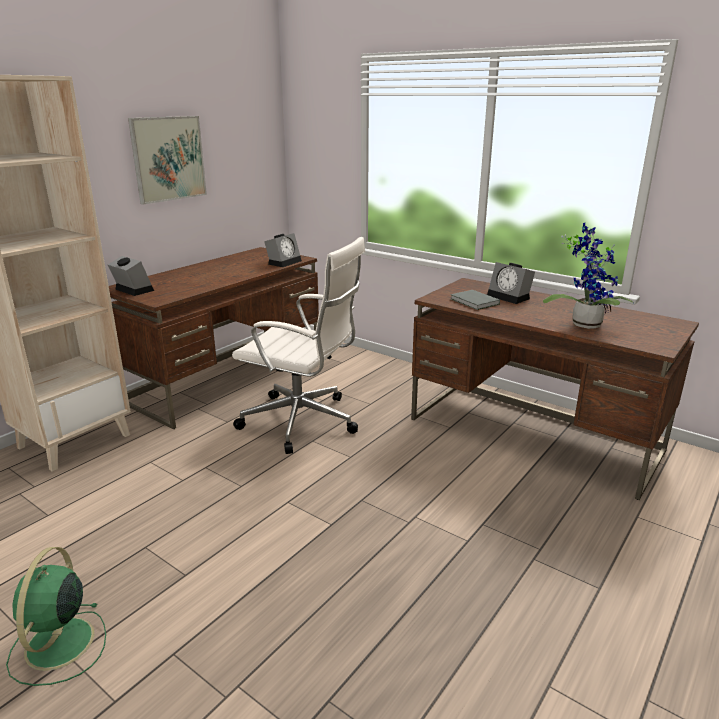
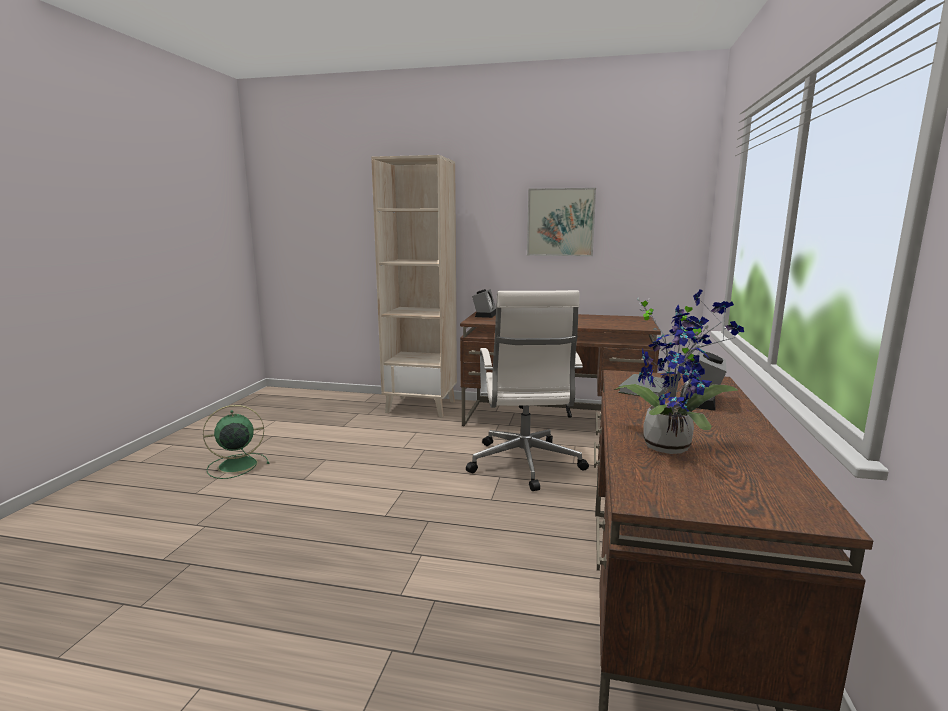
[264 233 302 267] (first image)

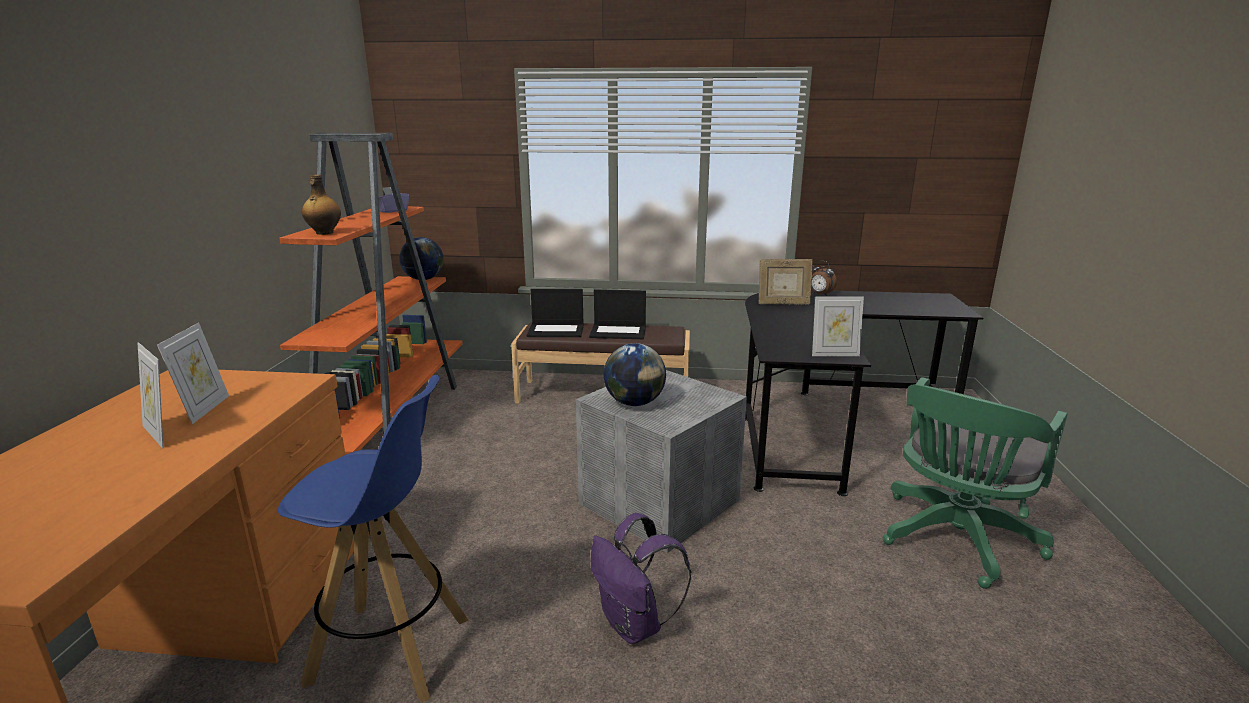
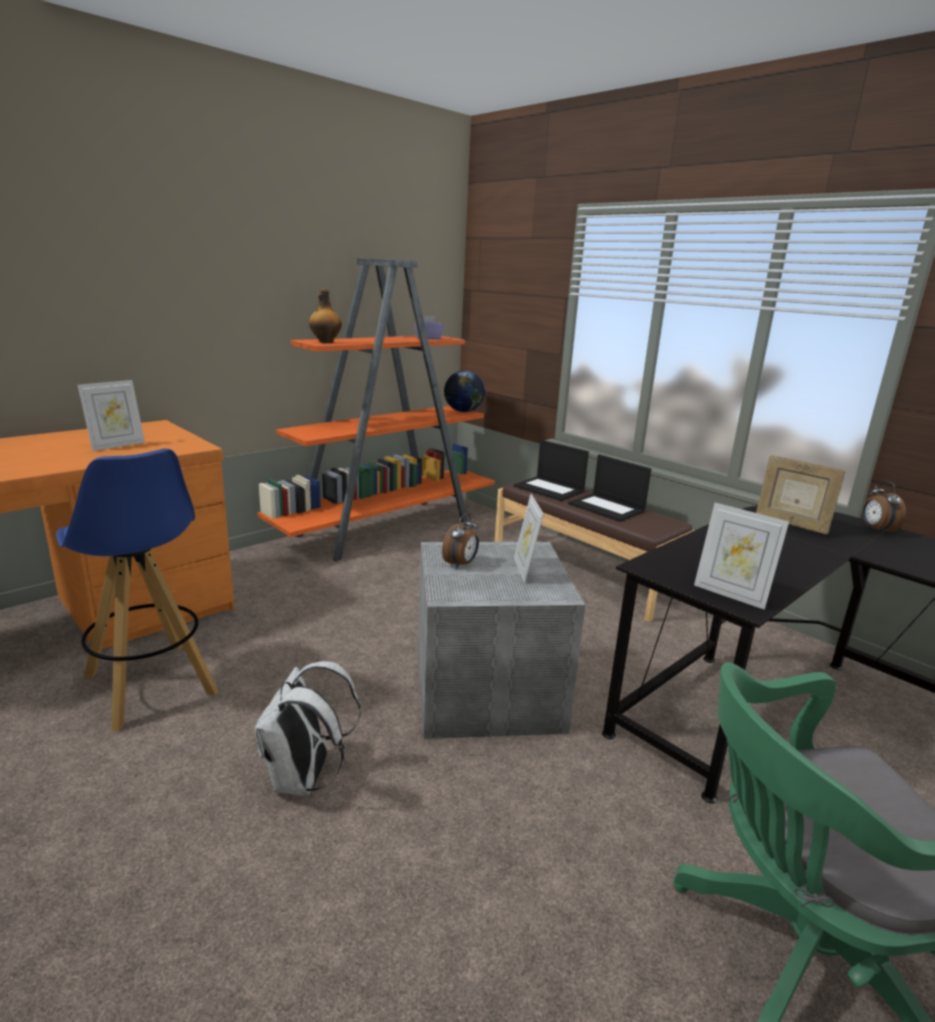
[255 661 360 796]
[442 513 479 569]
[514 494 544 584]

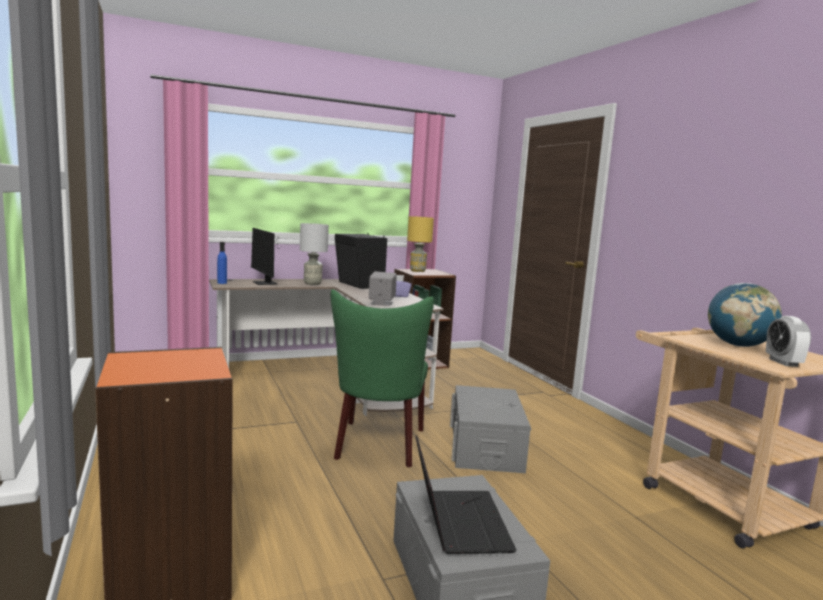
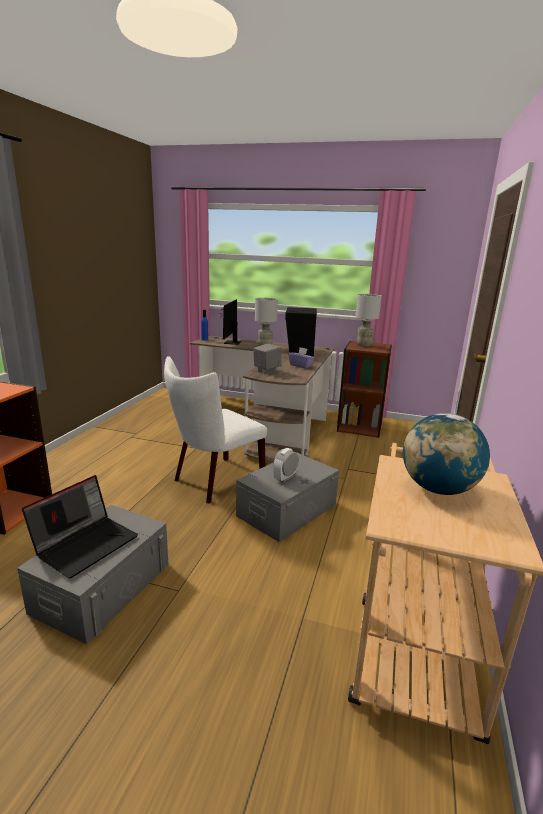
[164 356 267 504]
[273 448 299 483]
[355 294 382 347]

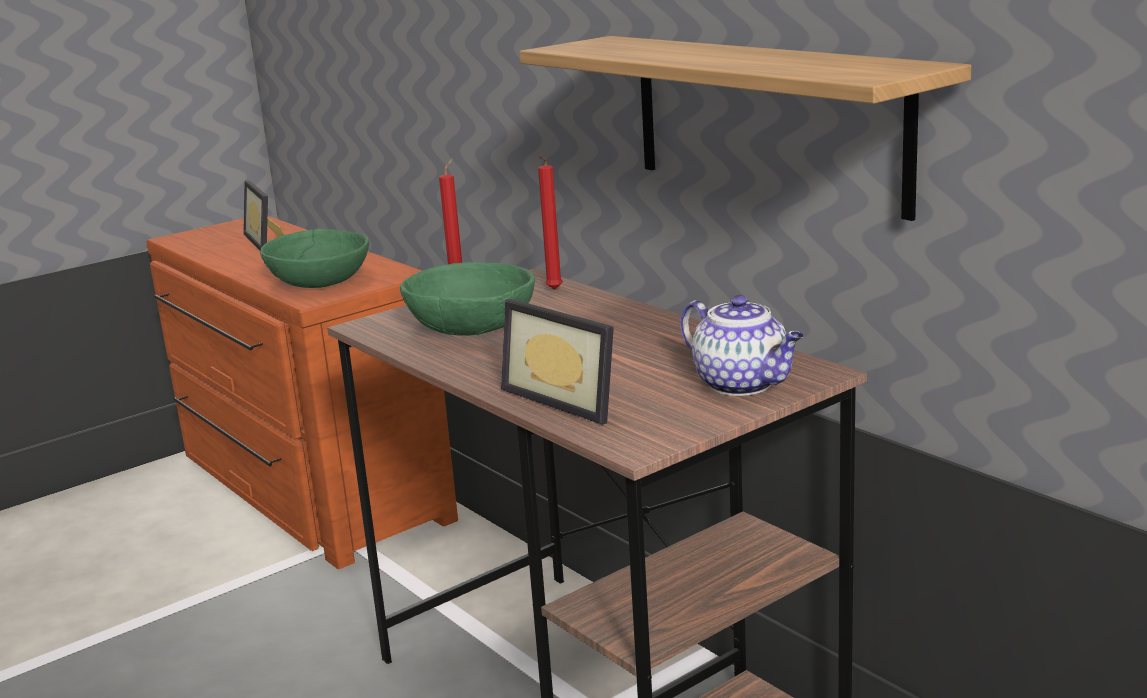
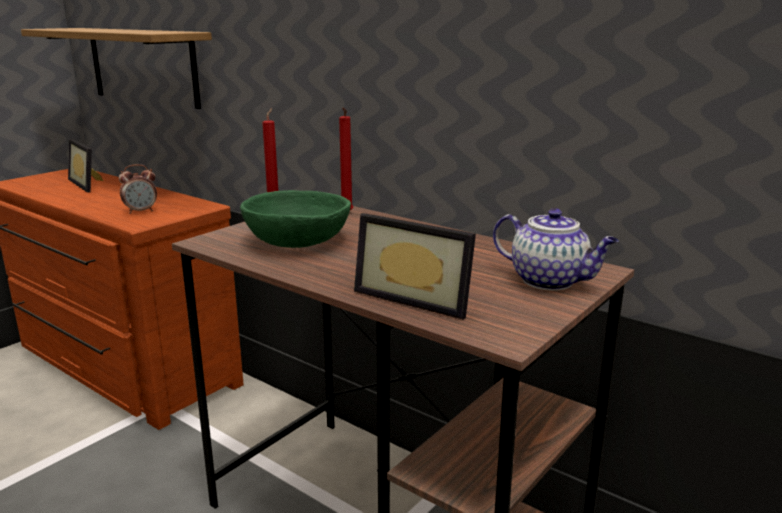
[21 28 212 109]
[119 164 157 214]

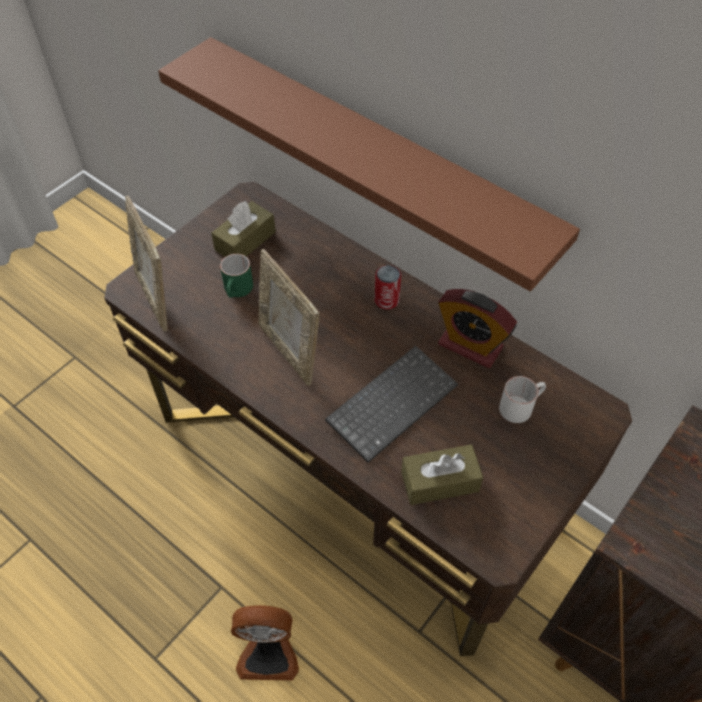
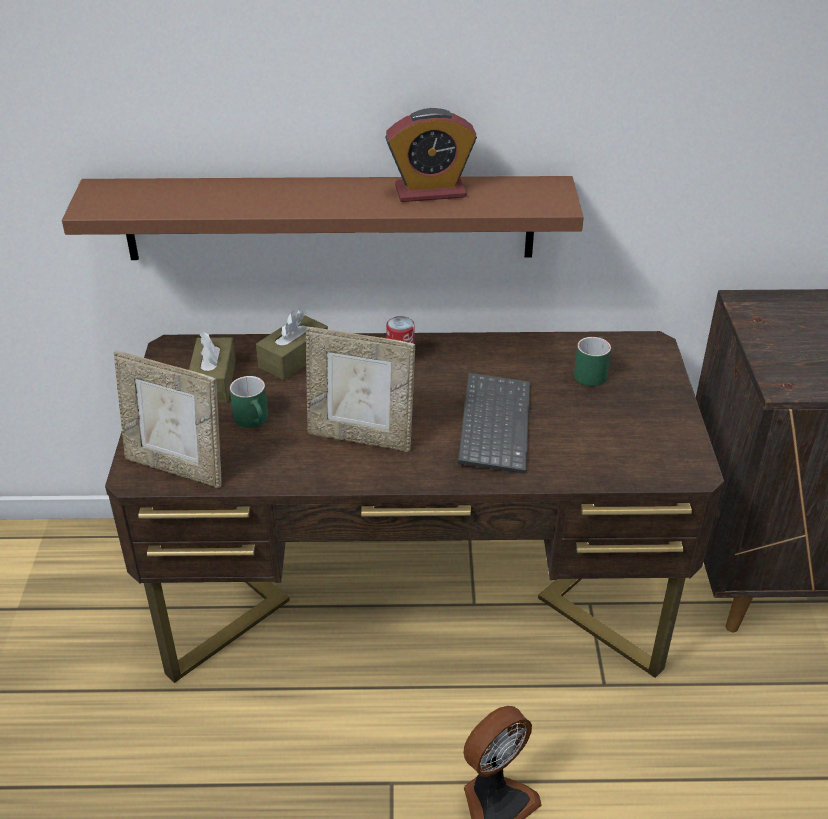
[256 310 328 380]
[385 108 477 202]
[574 336 611 386]

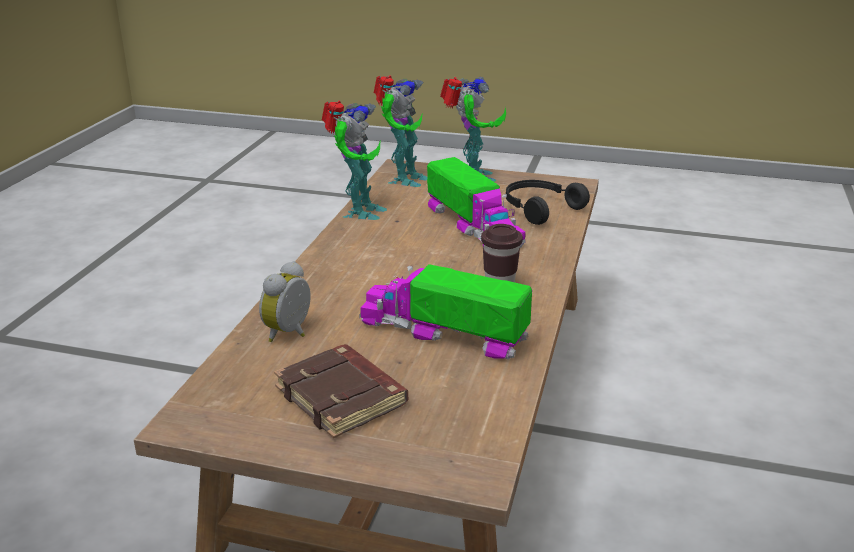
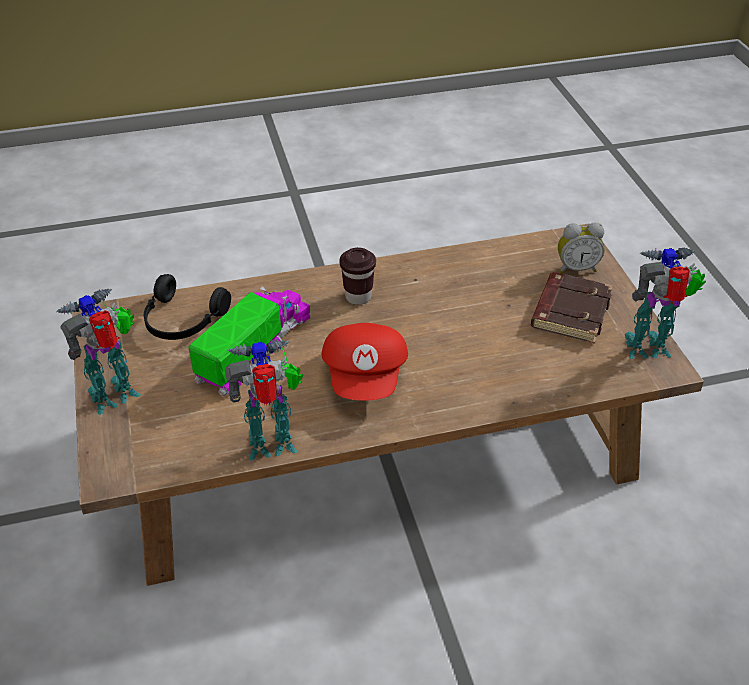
[322 323 408 401]
[558 223 604 273]
[625 247 706 359]
[359 264 532 359] (first image)

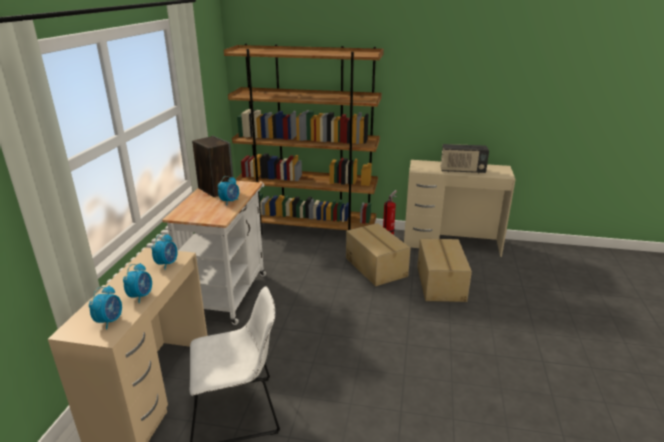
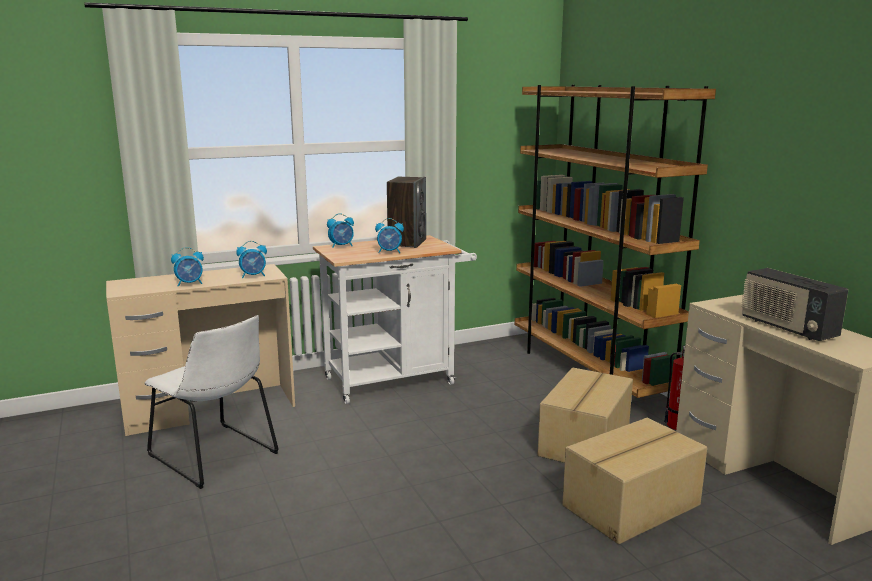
[327 213 354 248]

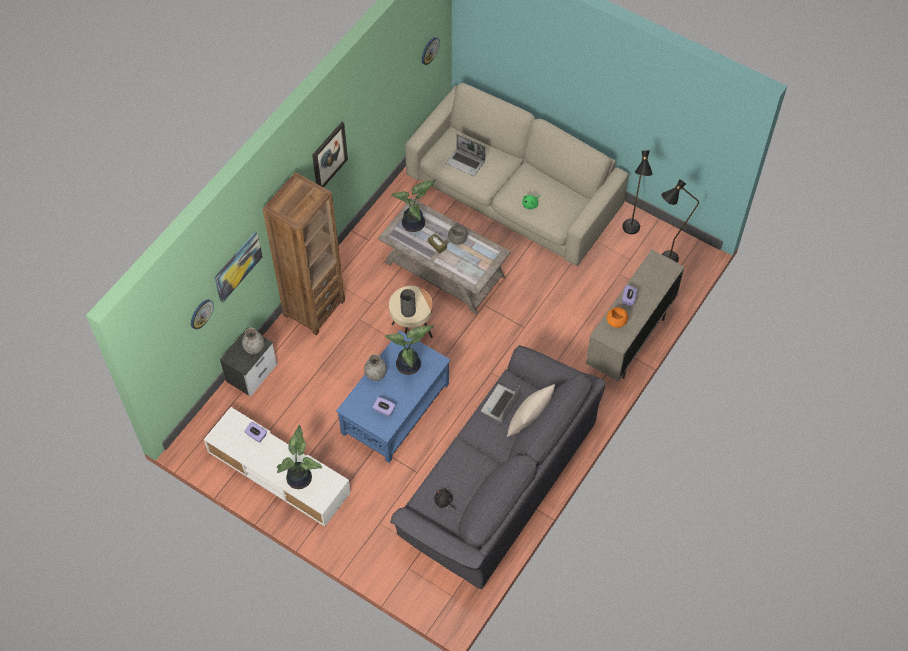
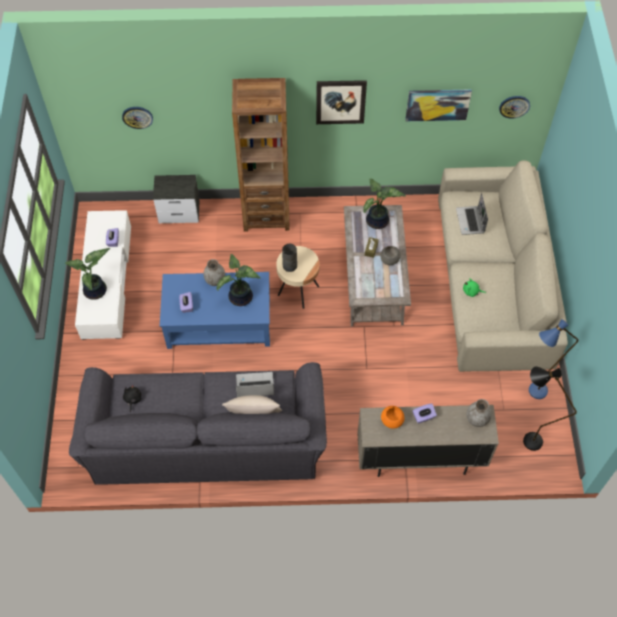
[405 89 472 121]
[467 399 492 427]
[529 319 578 399]

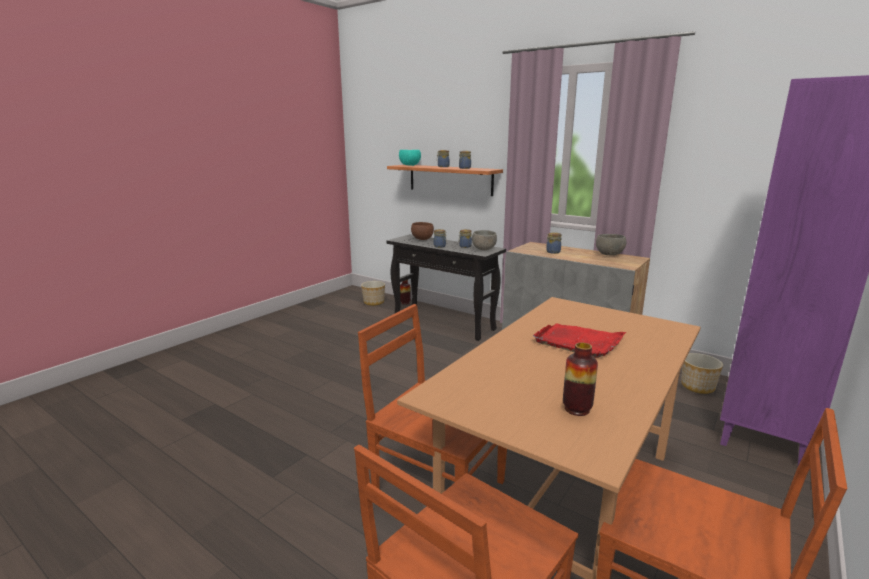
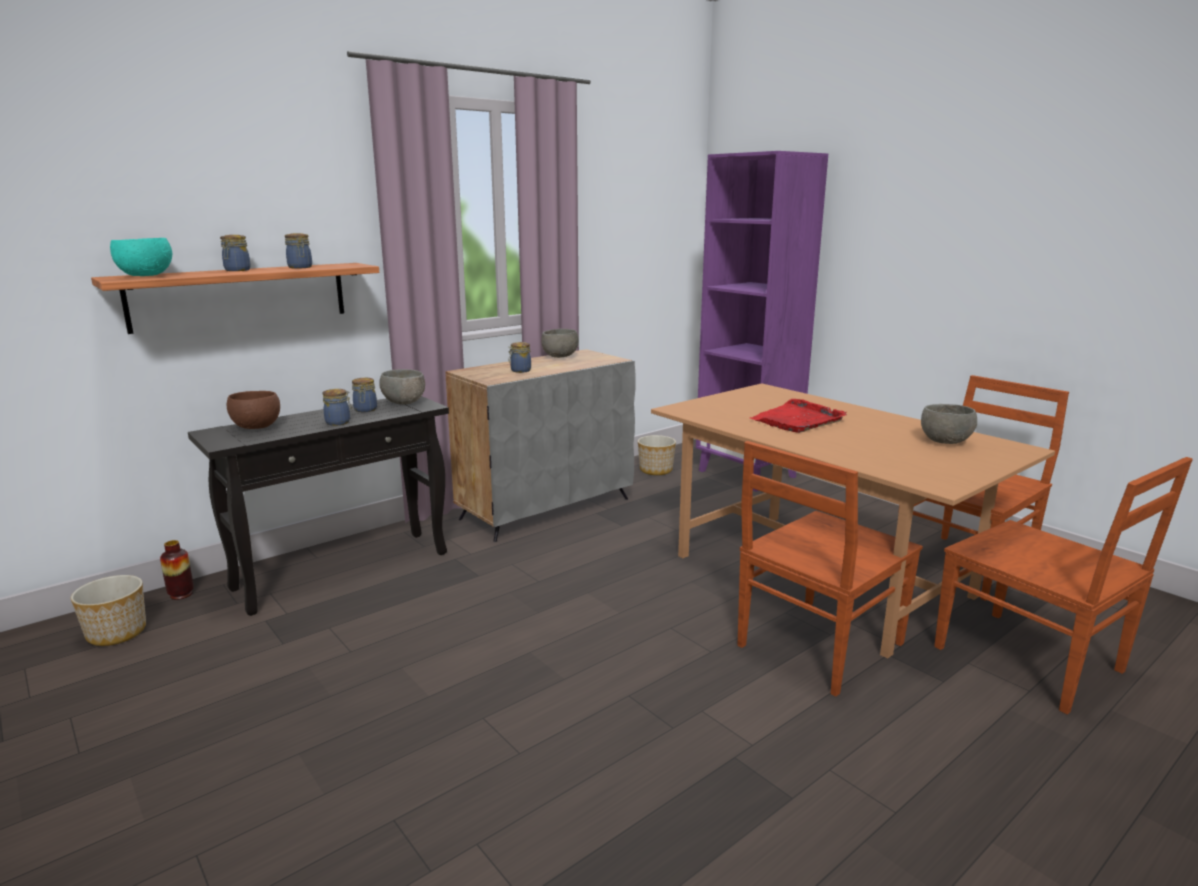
[921 404 977 444]

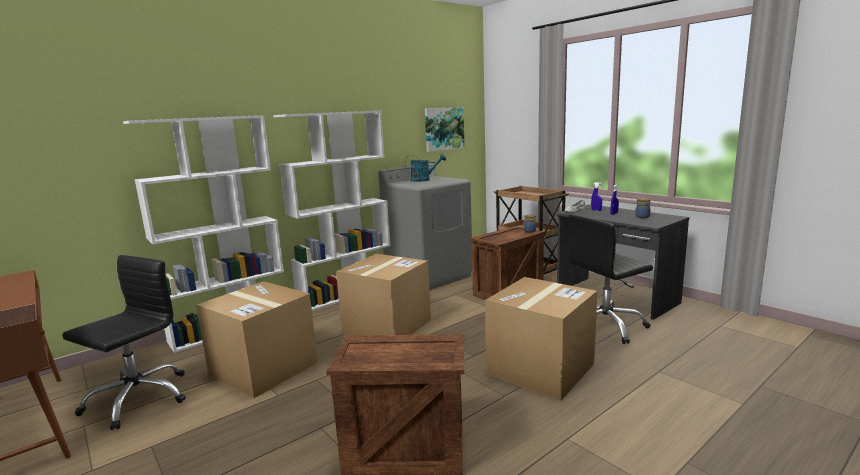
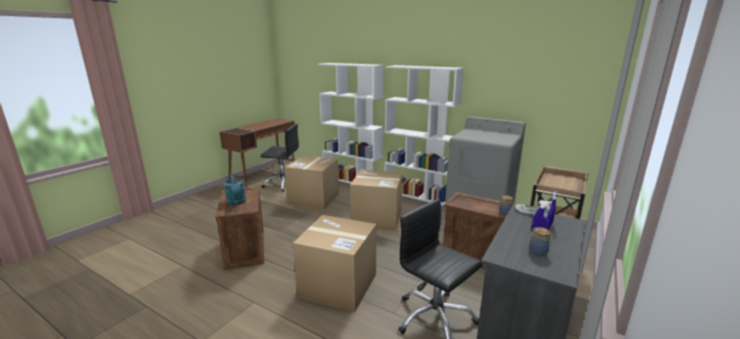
[224 173 246 205]
[425 107 465 152] (first image)

